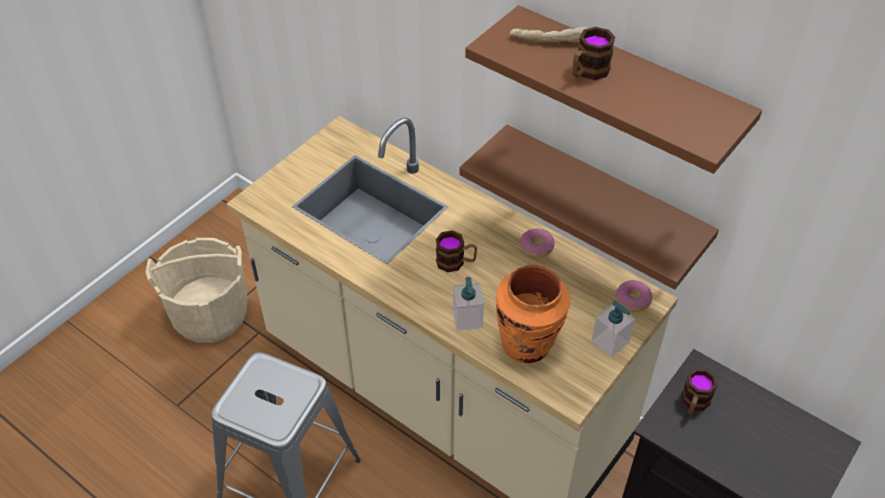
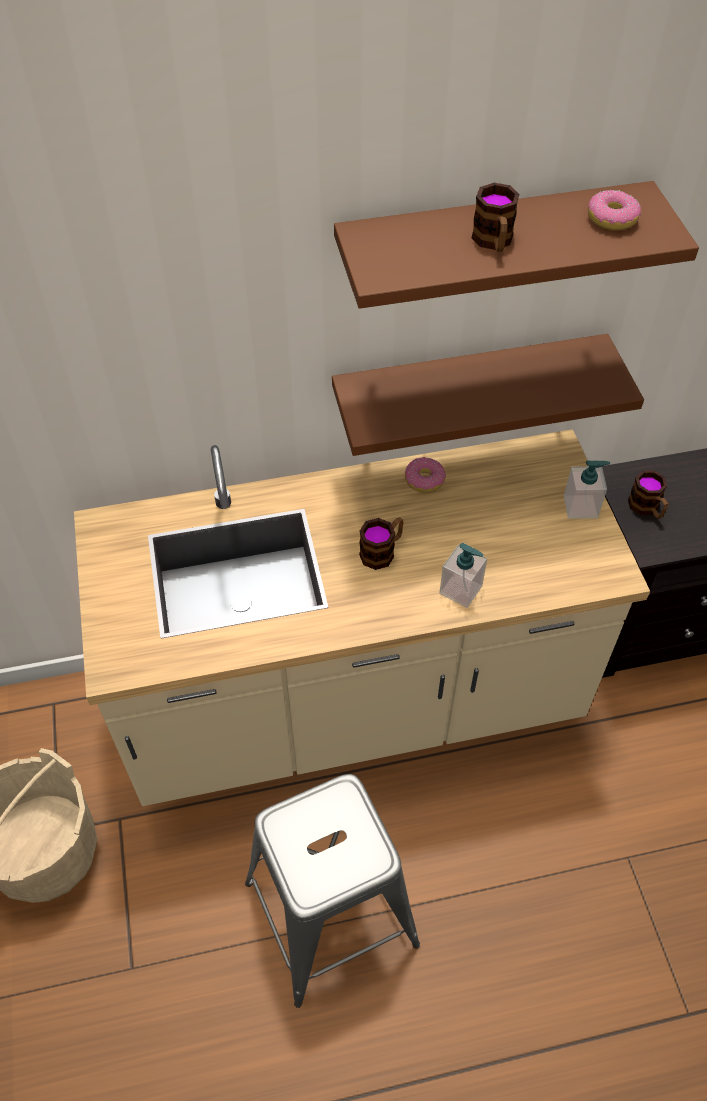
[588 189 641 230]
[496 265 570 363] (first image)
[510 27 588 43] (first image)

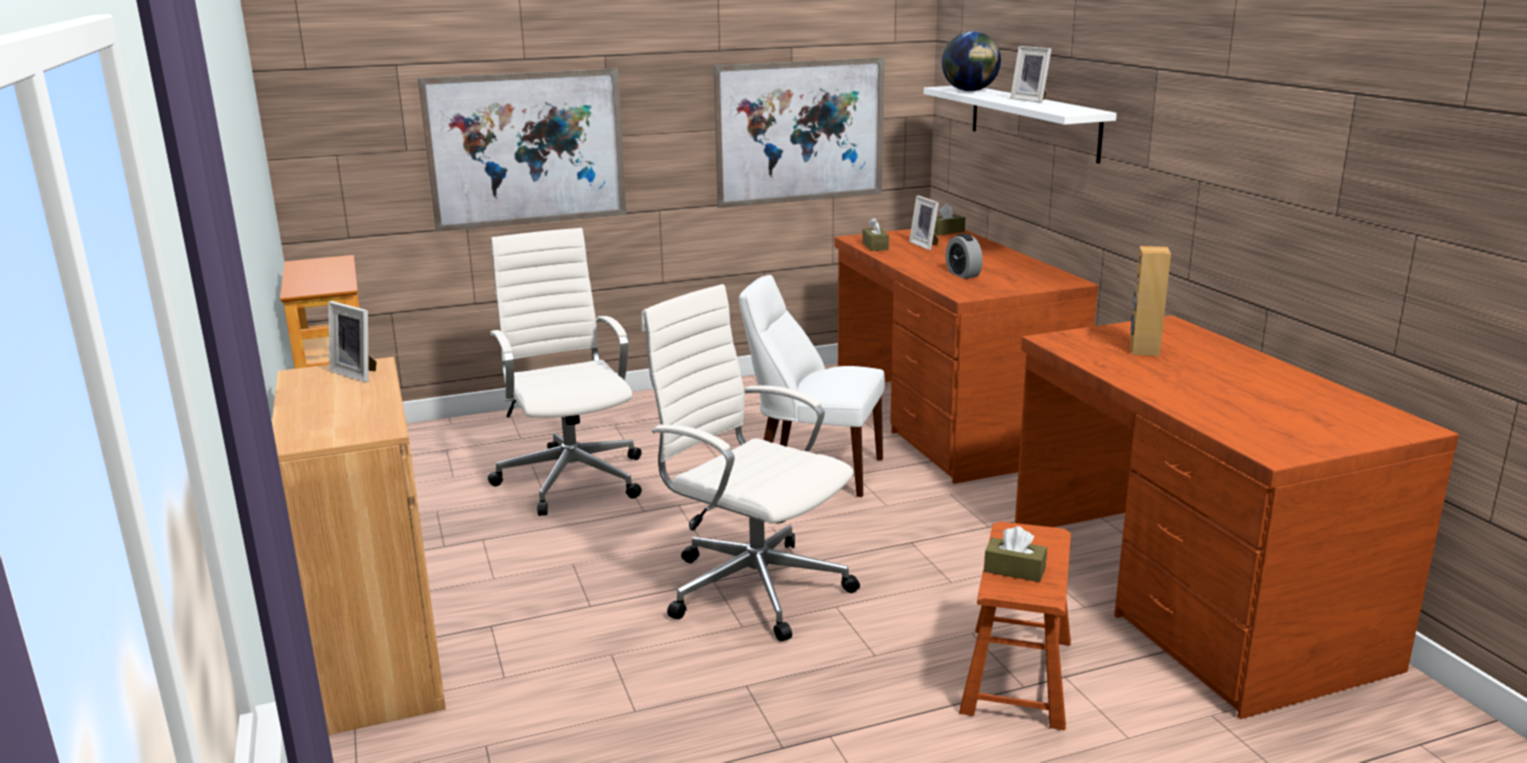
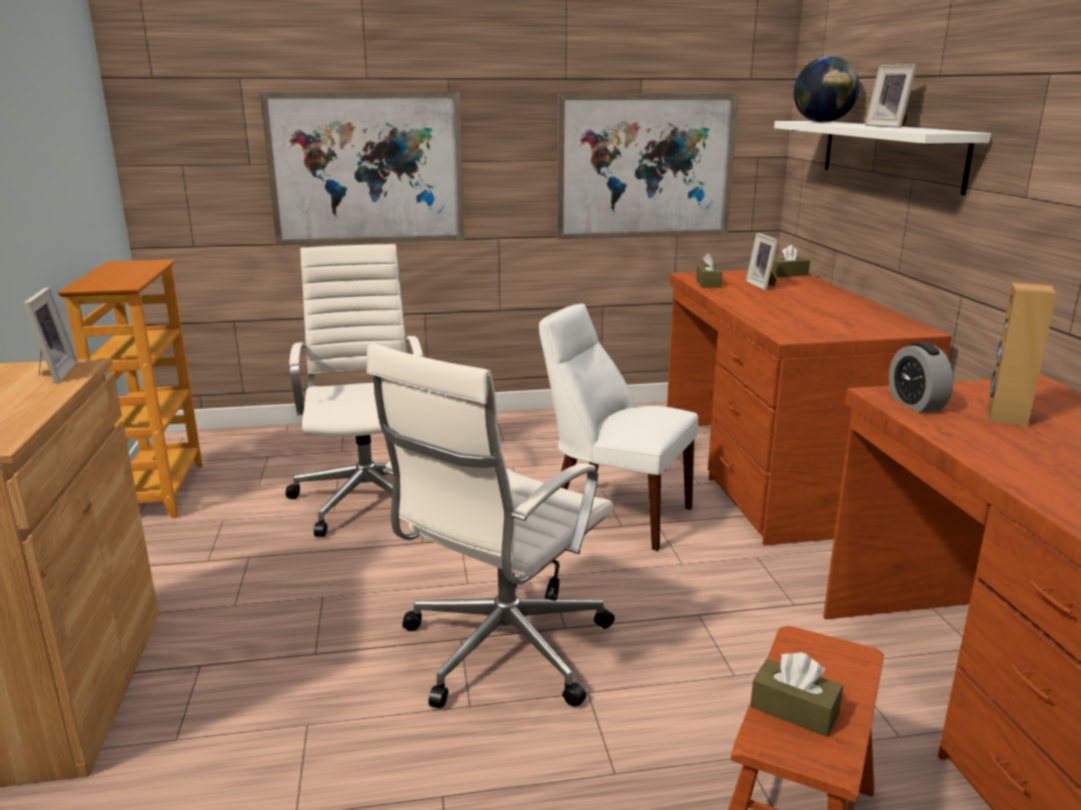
[23 287 78 383]
[367 343 615 708]
[889 342 953 412]

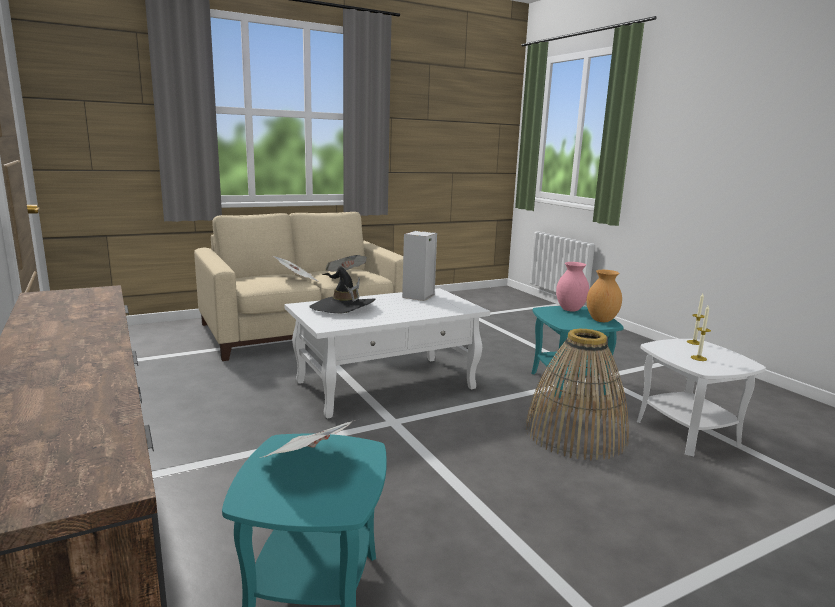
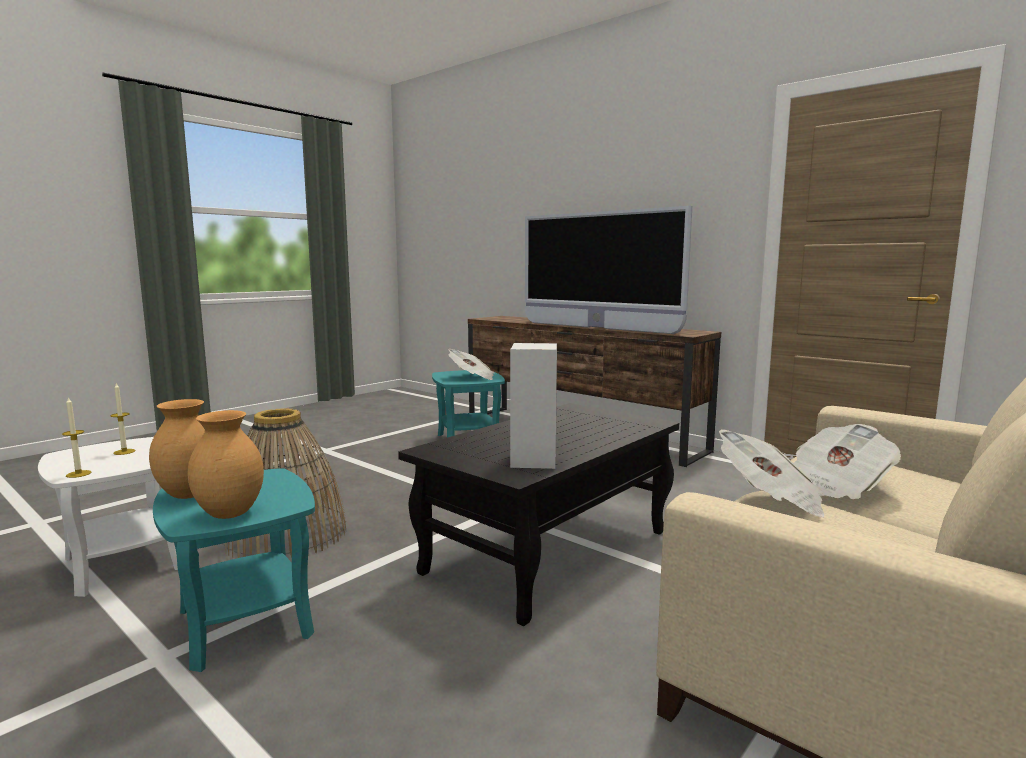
[188 410 264 519]
[398 403 679 626]
[525 206 692 334]
[309 266 376 314] (first image)

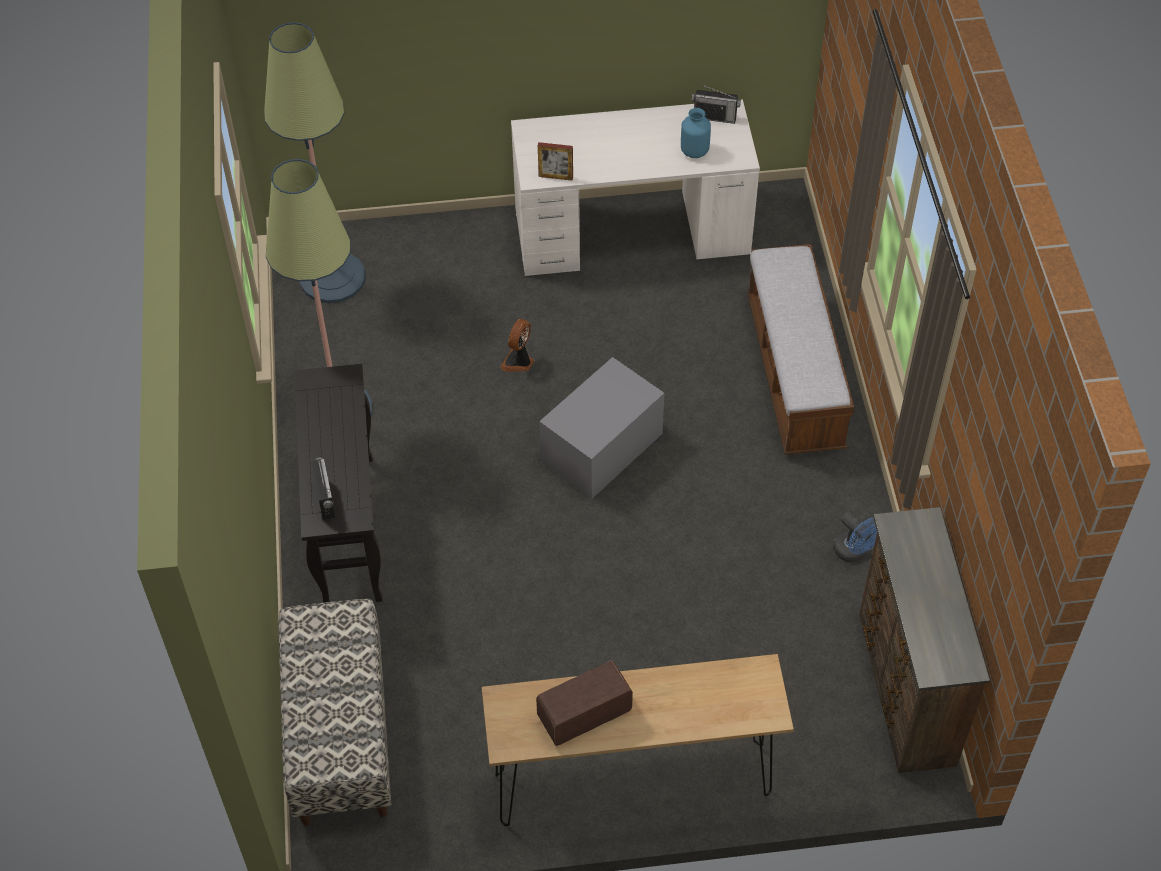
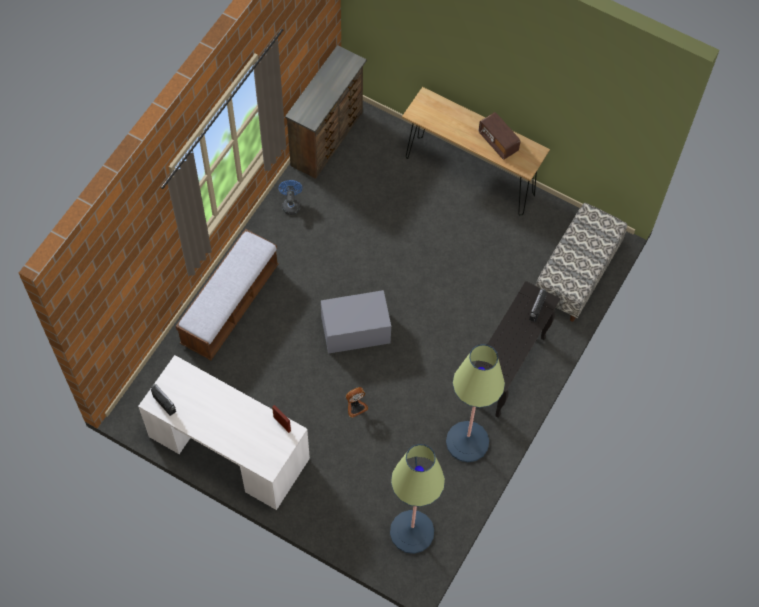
[479 112 521 160]
[681 108 711 158] (first image)

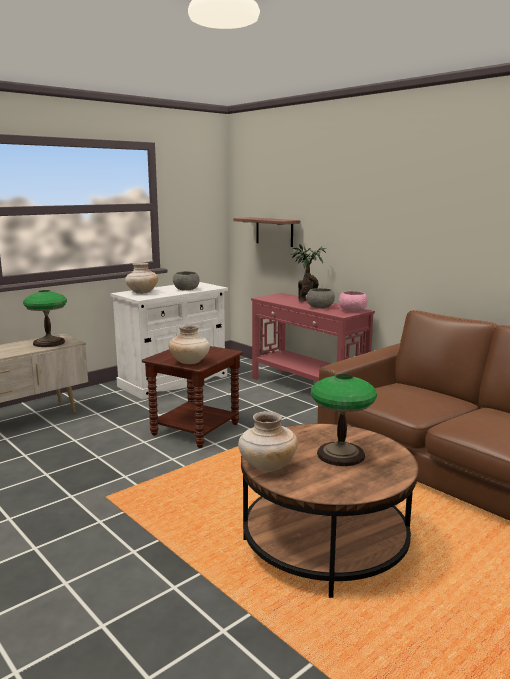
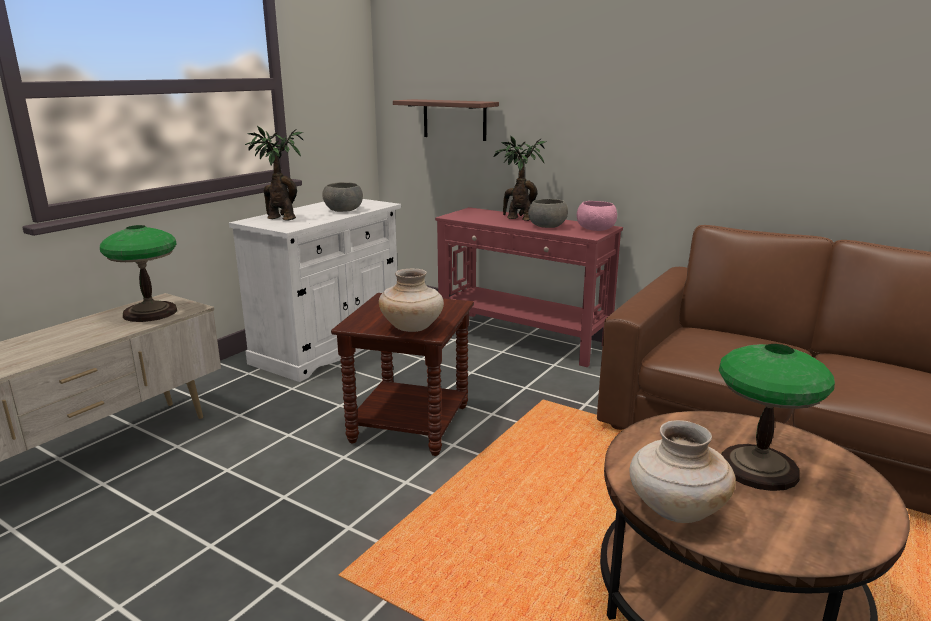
[245 126 304 220]

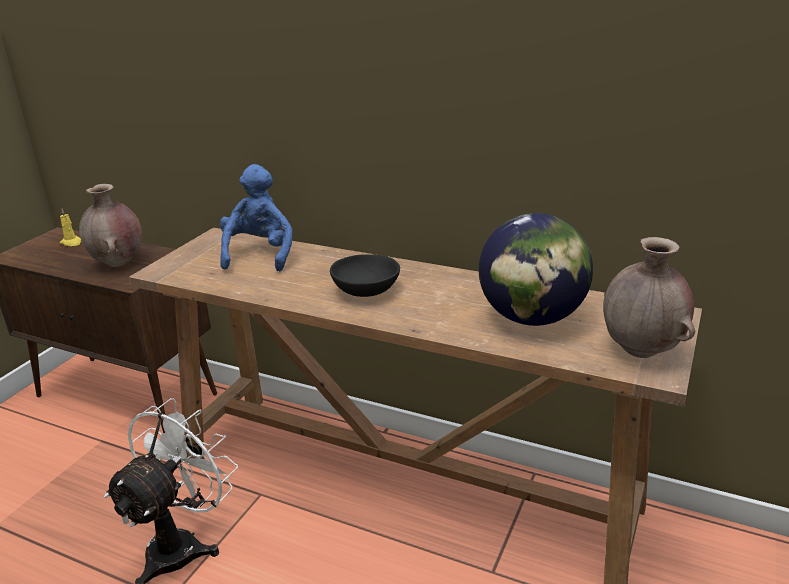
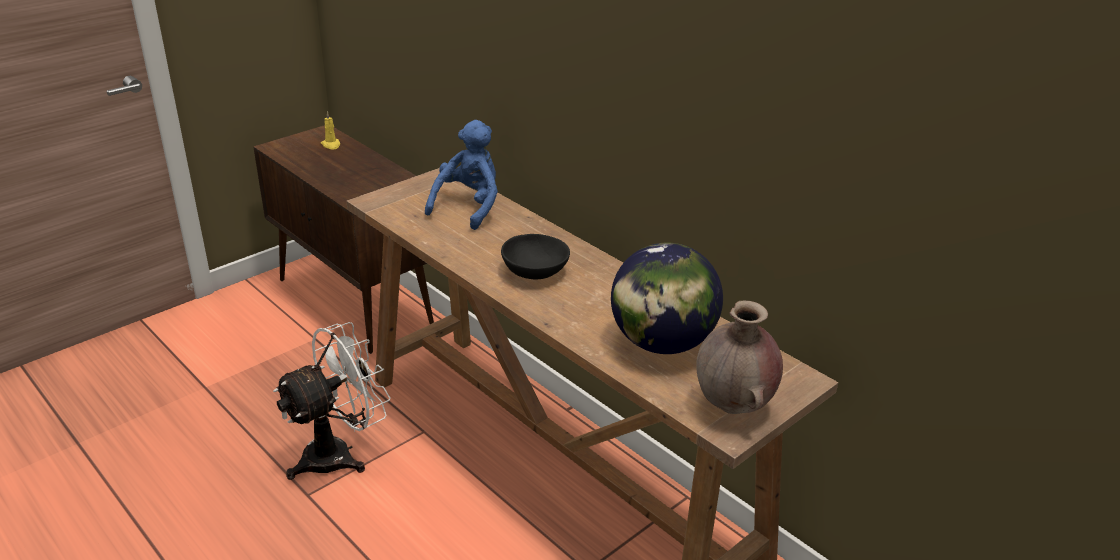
[79 184 142 267] (first image)

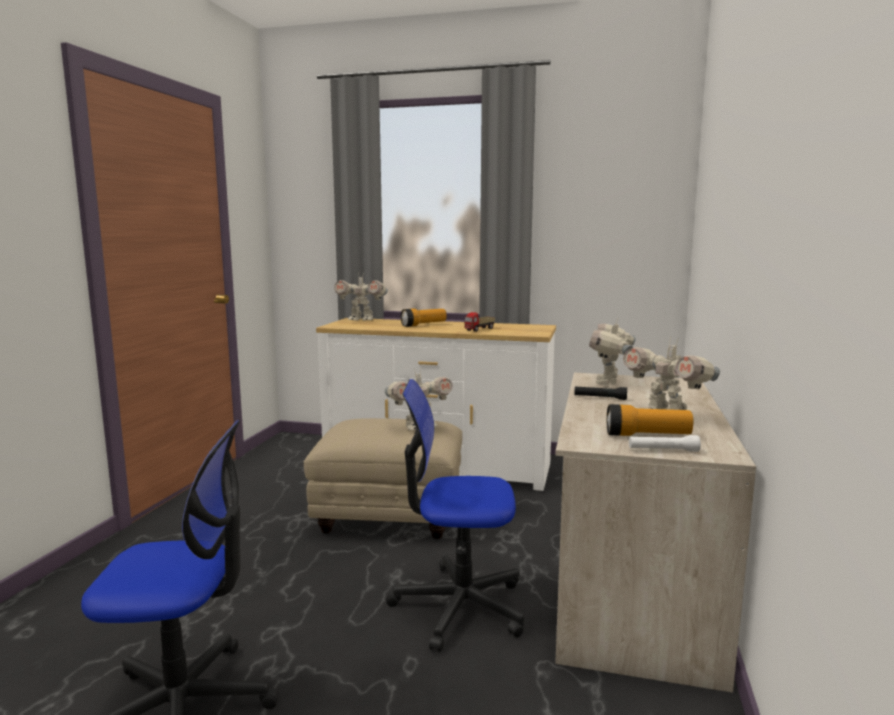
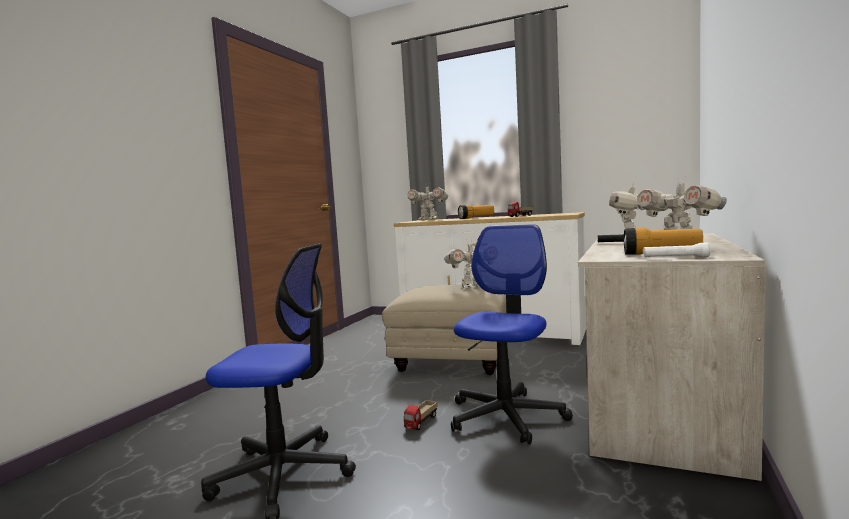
[404 400 438 430]
[451 224 573 444]

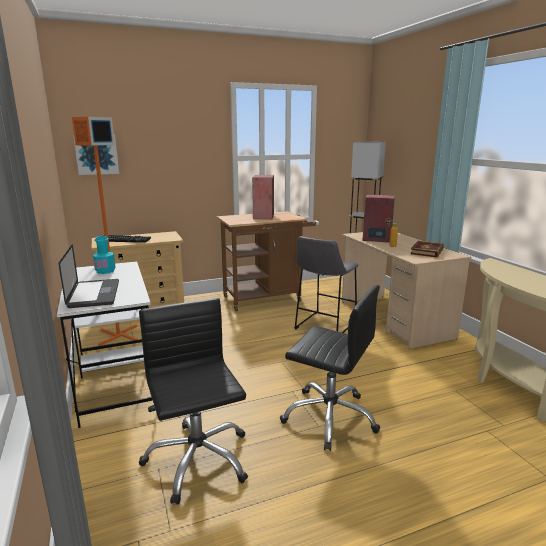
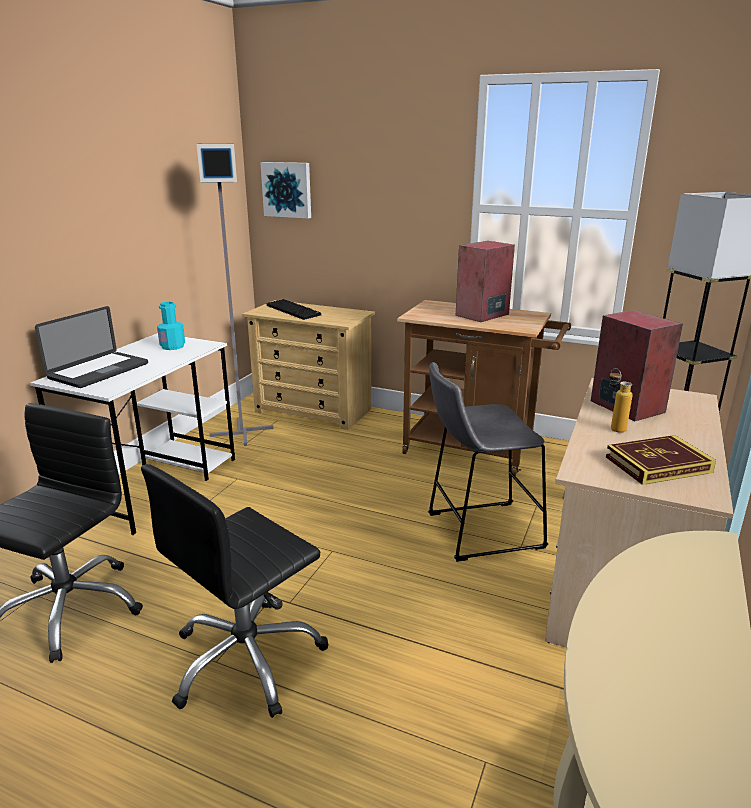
[141 464 328 718]
[197 143 273 446]

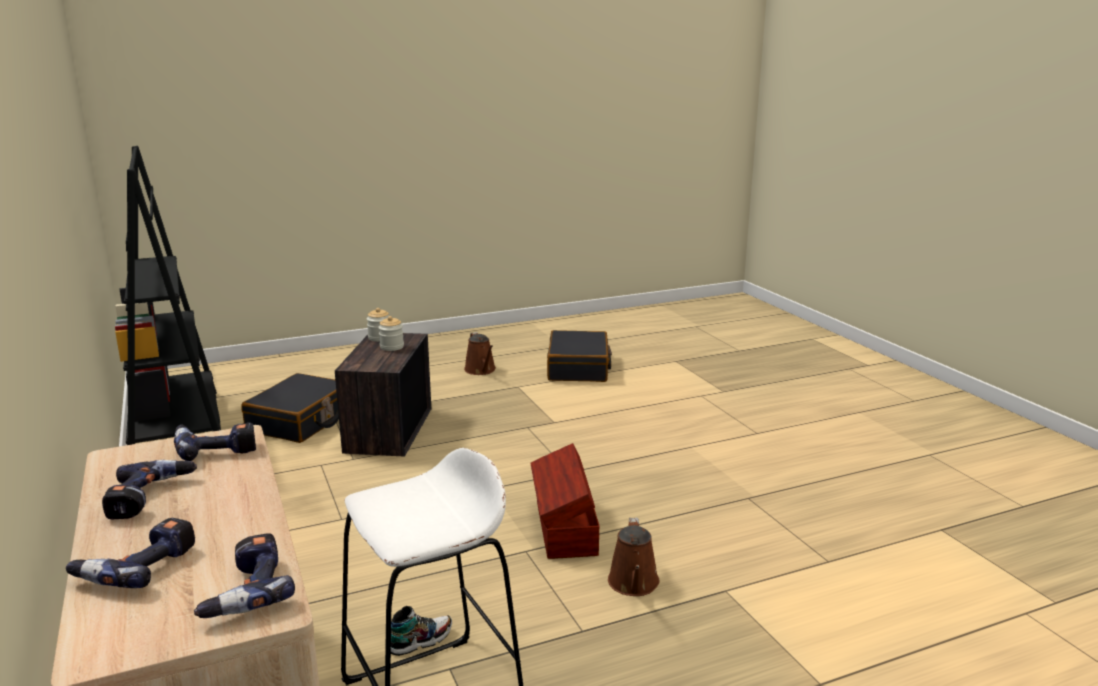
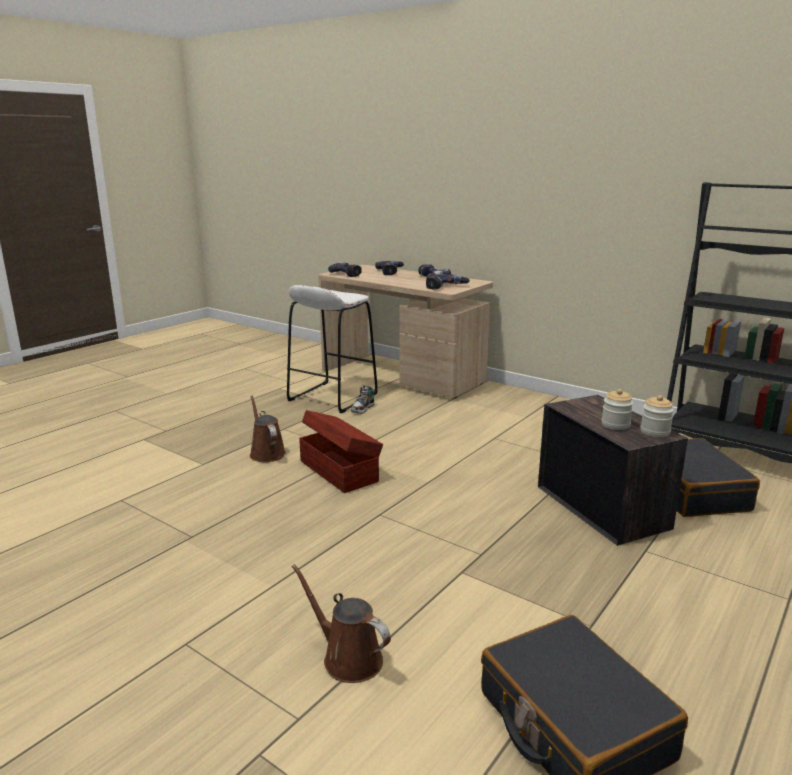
[292 564 391 683]

